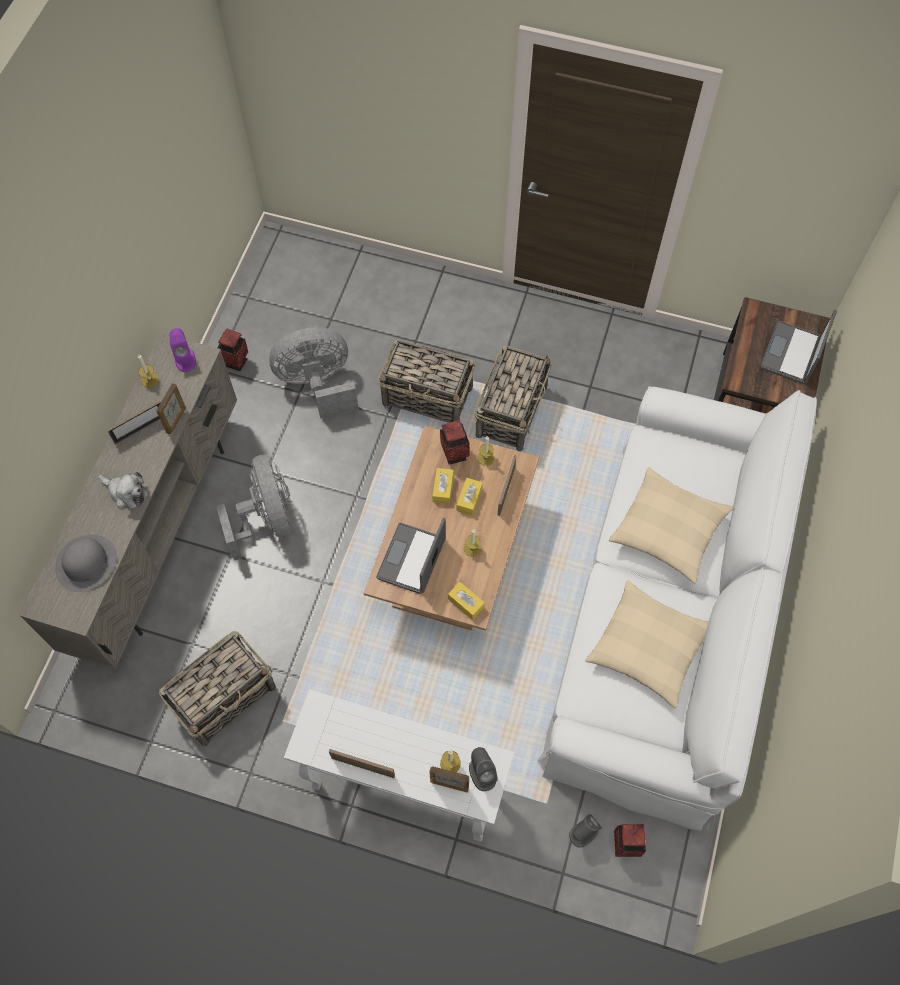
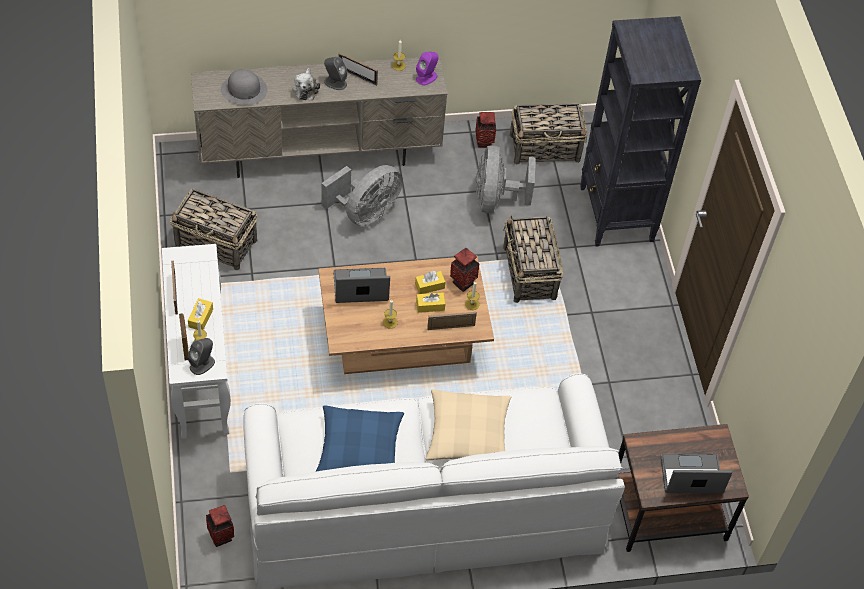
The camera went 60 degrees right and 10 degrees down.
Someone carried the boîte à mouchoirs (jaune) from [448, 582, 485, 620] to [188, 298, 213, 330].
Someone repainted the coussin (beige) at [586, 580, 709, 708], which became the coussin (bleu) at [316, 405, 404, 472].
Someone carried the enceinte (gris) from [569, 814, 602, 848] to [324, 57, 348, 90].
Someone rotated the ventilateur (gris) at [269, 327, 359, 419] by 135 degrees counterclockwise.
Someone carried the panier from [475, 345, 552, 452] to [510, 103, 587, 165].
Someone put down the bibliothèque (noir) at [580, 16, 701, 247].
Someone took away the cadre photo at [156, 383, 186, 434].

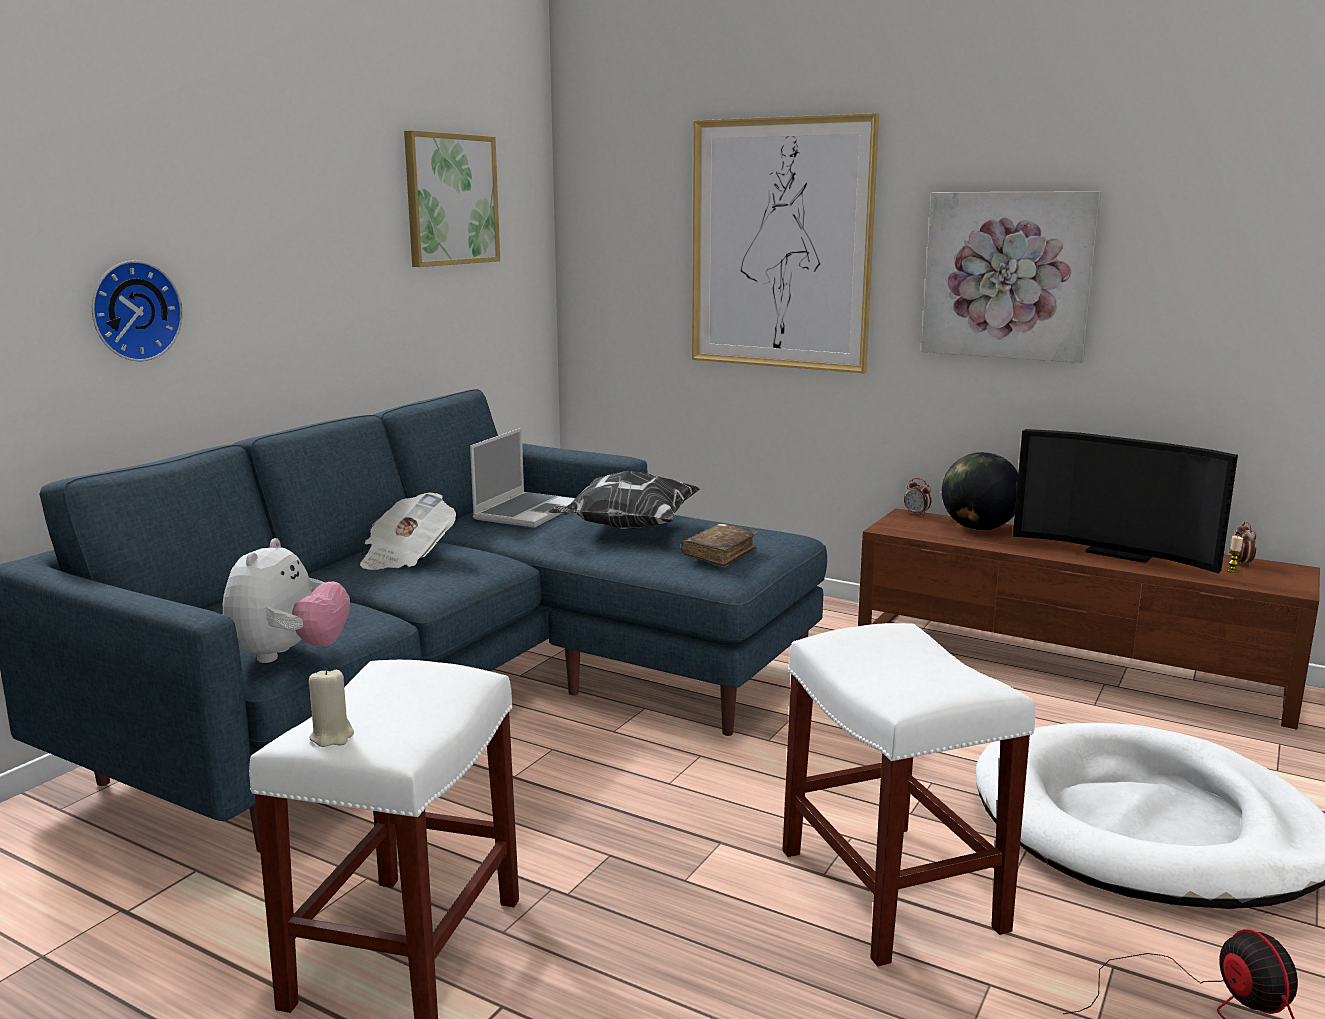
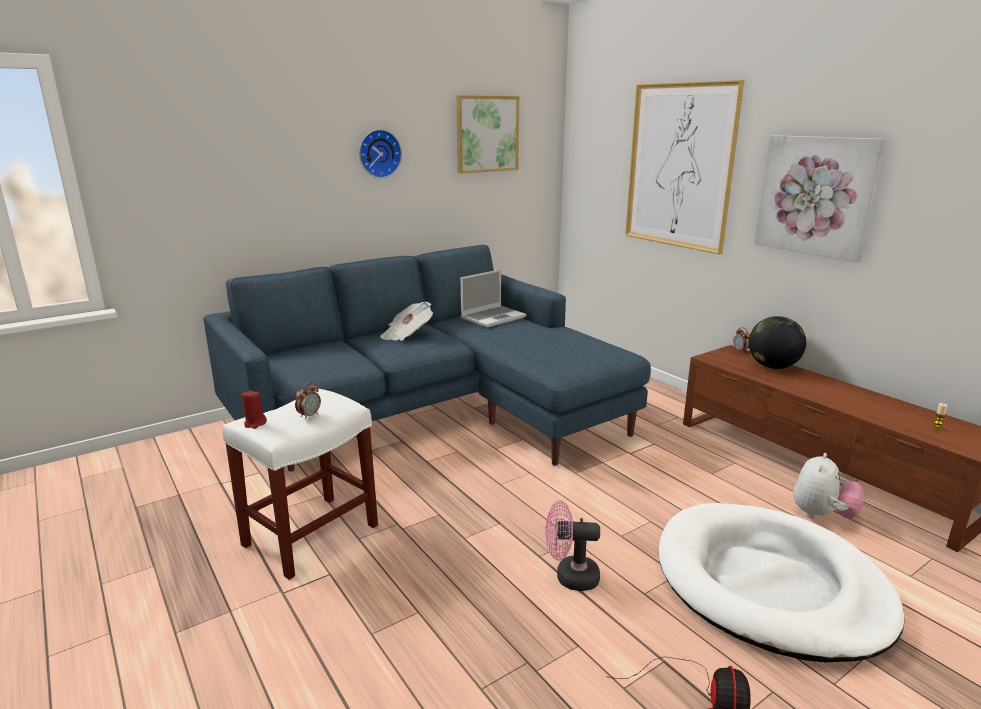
The camera went 25 degrees right and 5 degrees up.
Someone repainted the bougie (beige) at [309, 668, 354, 747], which became the bougie (rouge) at [242, 390, 267, 429].
Someone carried the réveil from [1235, 522, 1256, 567] to [295, 382, 321, 420].
Someone carried the horloge murale from [92, 260, 183, 362] to [359, 129, 402, 178].
Someone swapped the tabouret (blanc) at [783, 623, 1036, 966] for the ventilateur (rose) at [545, 500, 600, 591].
Someone carried the peluche from [223, 538, 350, 663] to [793, 453, 864, 519].
Someone took away the coussin at [548, 471, 700, 529].
Someone took away the livre (marron) at [681, 523, 758, 568].
Someone took away the téléviseur at [1013, 429, 1238, 574].

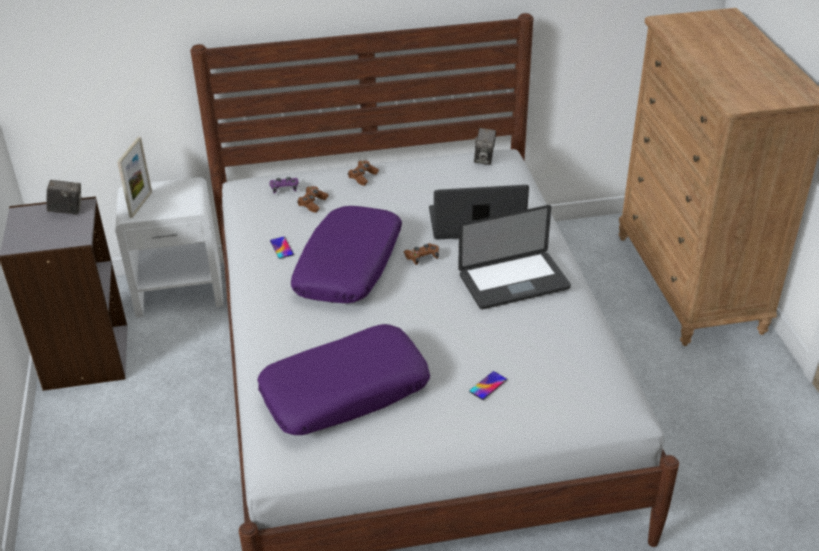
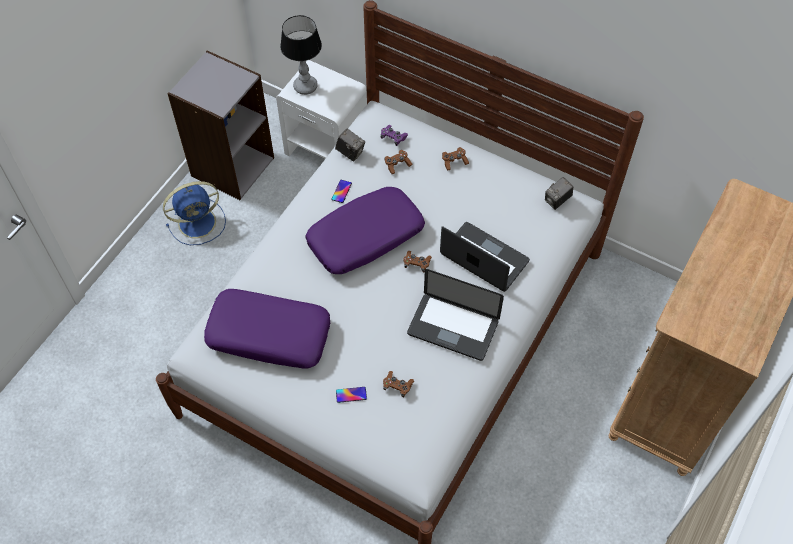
The camera went 40 degrees right and 20 degrees up.
Someone put down the ventilateur (bleu) at [163, 181, 226, 245].
Someone swapped the cadre photo at [117, 136, 152, 218] for the lampe de table at [280, 15, 322, 95].
Someone carried the appareil photo from [46, 179, 82, 214] to [335, 129, 365, 162].
Someone put down the manette (marron) at [383, 371, 414, 397].

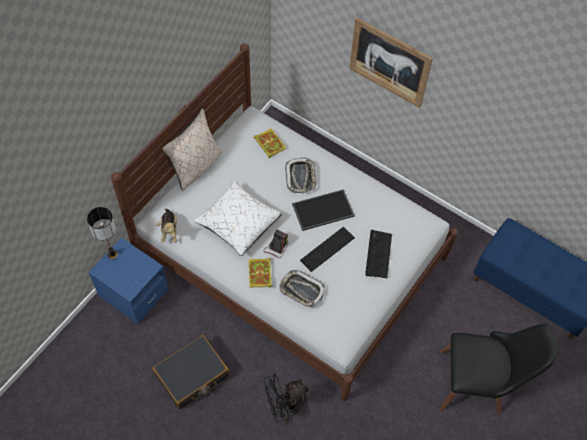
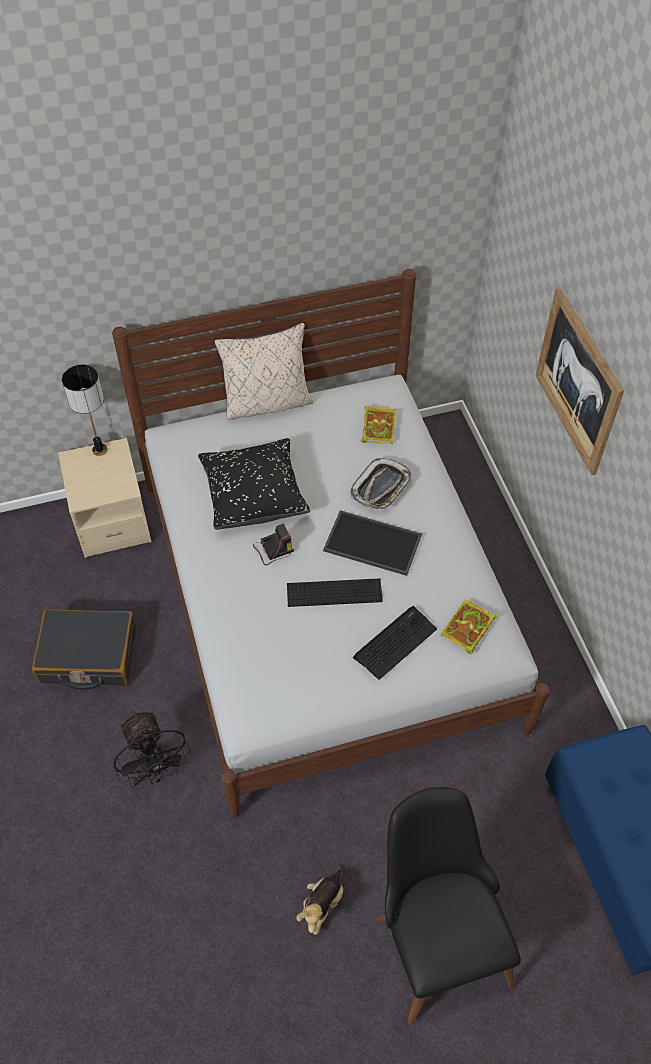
The camera went 40 degrees right and 5 degrees down.
Someone repainted the table de chevet (bleu) at [89, 238, 169, 324], which became the table de chevet (beige) at [58, 438, 151, 558].
Someone rotated the ventilateur (noir) at [263, 374, 309, 424] by 135 degrees counterclockwise.
Someone repainted the coussin (blanc) at [194, 180, 282, 256], which became the coussin (noir) at [198, 438, 310, 530].
Someone carried the peluche from [156, 208, 177, 243] to [296, 865, 343, 935].
Someone rotated the chaise (noir) at [439, 324, 558, 415] by 150 degrees counterclockwise.
Someone carried the livre from [249, 258, 273, 288] to [441, 599, 497, 654].
Someone took away the plateau at [280, 270, 325, 307].

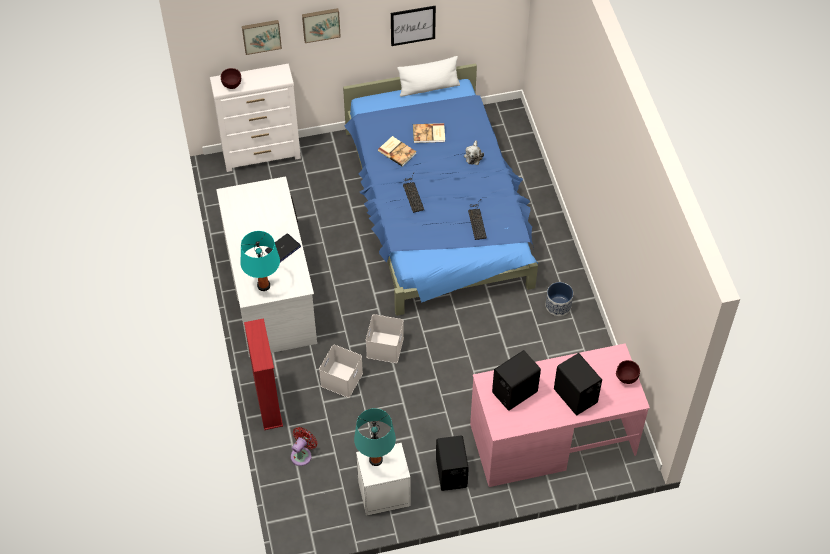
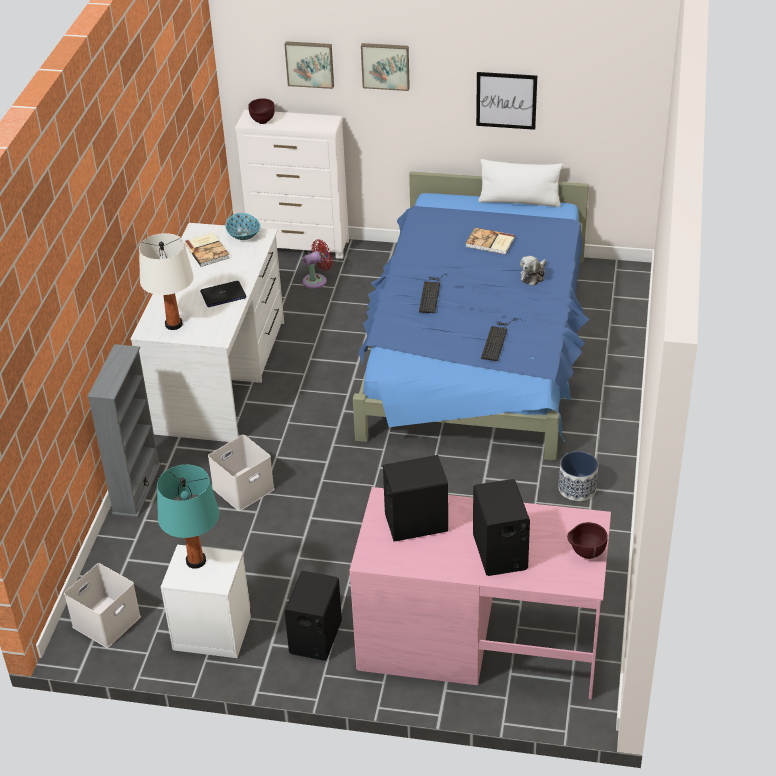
The camera went 25 degrees right and 15 degrees down.
Someone carried the boîte de rangement (blanc) from [366, 314, 404, 363] to [64, 563, 141, 648].
Someone repainted the bibliothèque (rouge) at [244, 318, 283, 430], which became the bibliothèque (gris) at [87, 344, 161, 518].
Someone repainted the lampe de table (turquoise) at [241, 231, 280, 291], which became the lampe de table (blanc) at [139, 233, 194, 330].
Someone carried the livre from [378, 136, 417, 167] to [184, 233, 230, 267].
Someone put down the bol at [226, 213, 261, 240].
Someone carried the ventilateur (rouge) from [291, 427, 318, 466] to [303, 239, 333, 289].

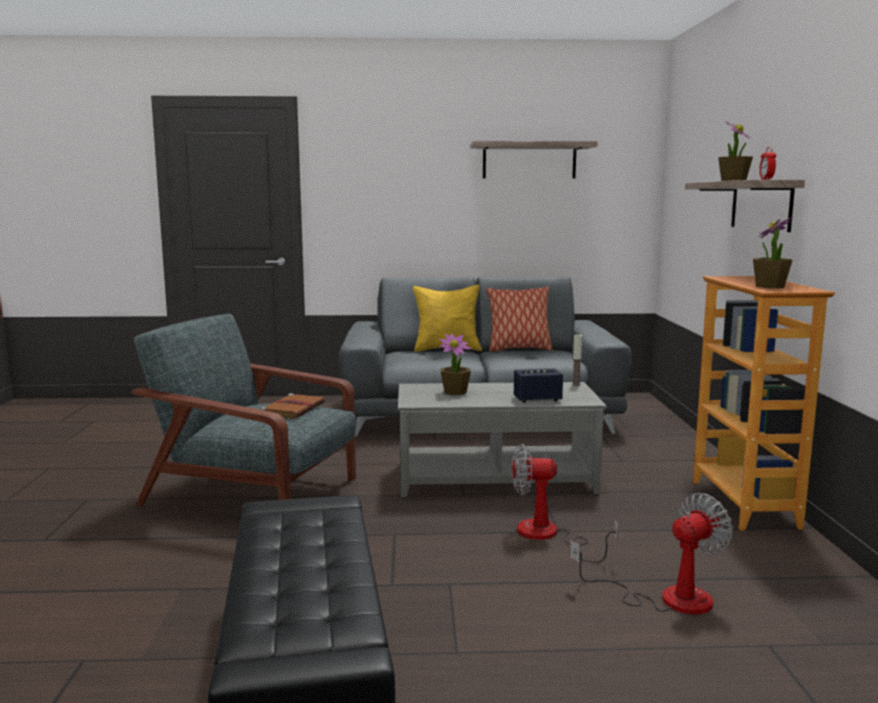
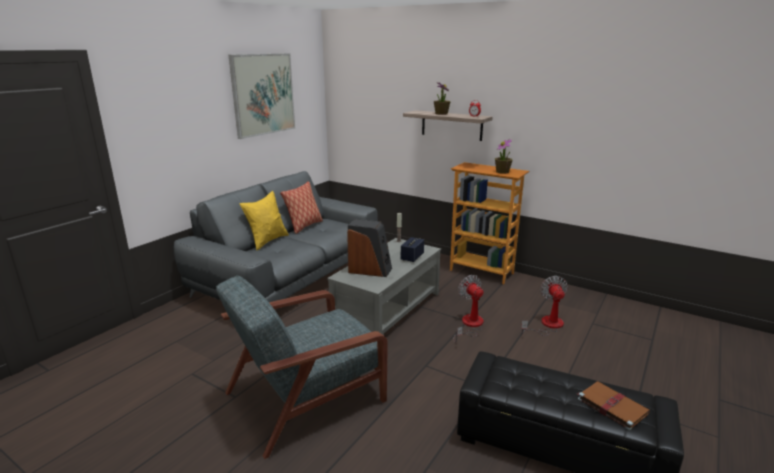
The camera went 55 degrees left and 10 degrees up.
Someone swapped the étagère at [470, 141, 597, 179] for the tableau at [228, 53, 295, 139].
Someone swapped the plante en pot at [439, 334, 471, 395] for the enceinte at [347, 219, 392, 277].
Someone rotated the ventilateur at [512, 444, 618, 563] by 120 degrees clockwise.
Someone carried the livre (marron) from [260, 394, 325, 419] to [578, 381, 650, 431].

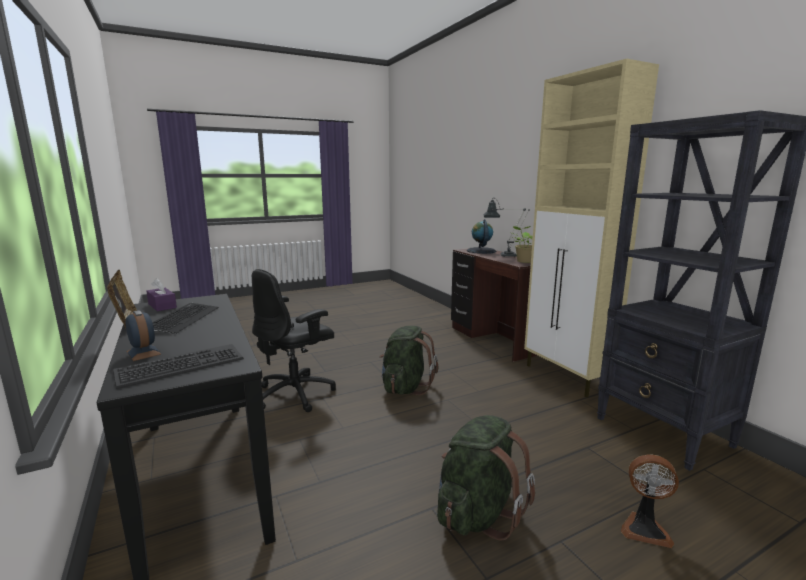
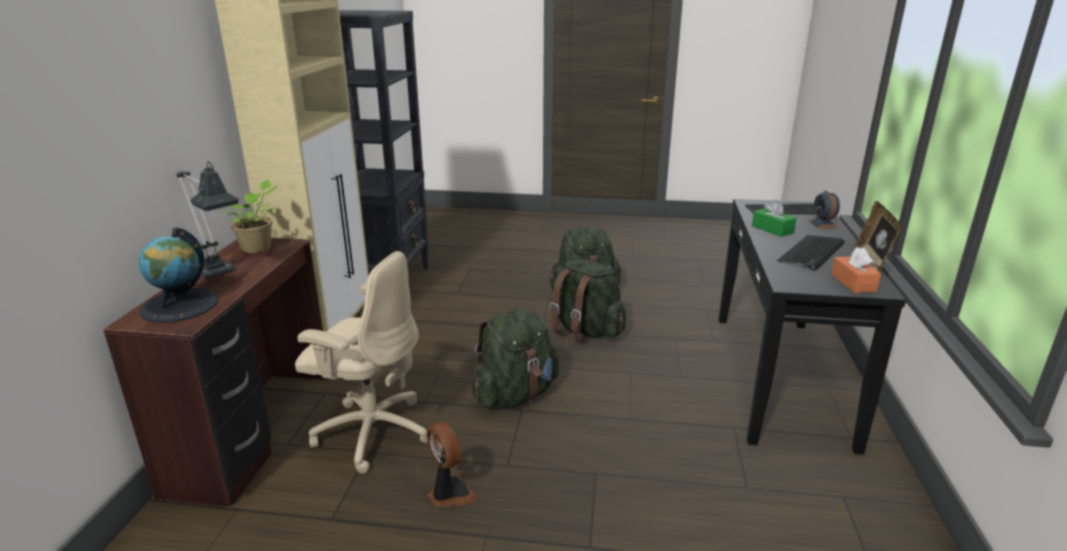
The camera went 145 degrees left and 10 degrees up.
Someone put down the chaise de bureau (beige) at [295, 251, 428, 474].
Someone carried the ventilateur from [621, 454, 679, 548] to [427, 422, 477, 507].
Someone put down the sac à dos (vert) at [550, 259, 626, 343].
Someone put down the boîte à mouchoirs (vert) at [752, 200, 797, 237].
Someone repainted the boîte à mouchoirs (violet) at [146, 278, 177, 311], which became the boîte à mouchoirs (orange) at [831, 247, 881, 293].
Someone took away the chaise de bureau (noir) at [252, 269, 336, 412].

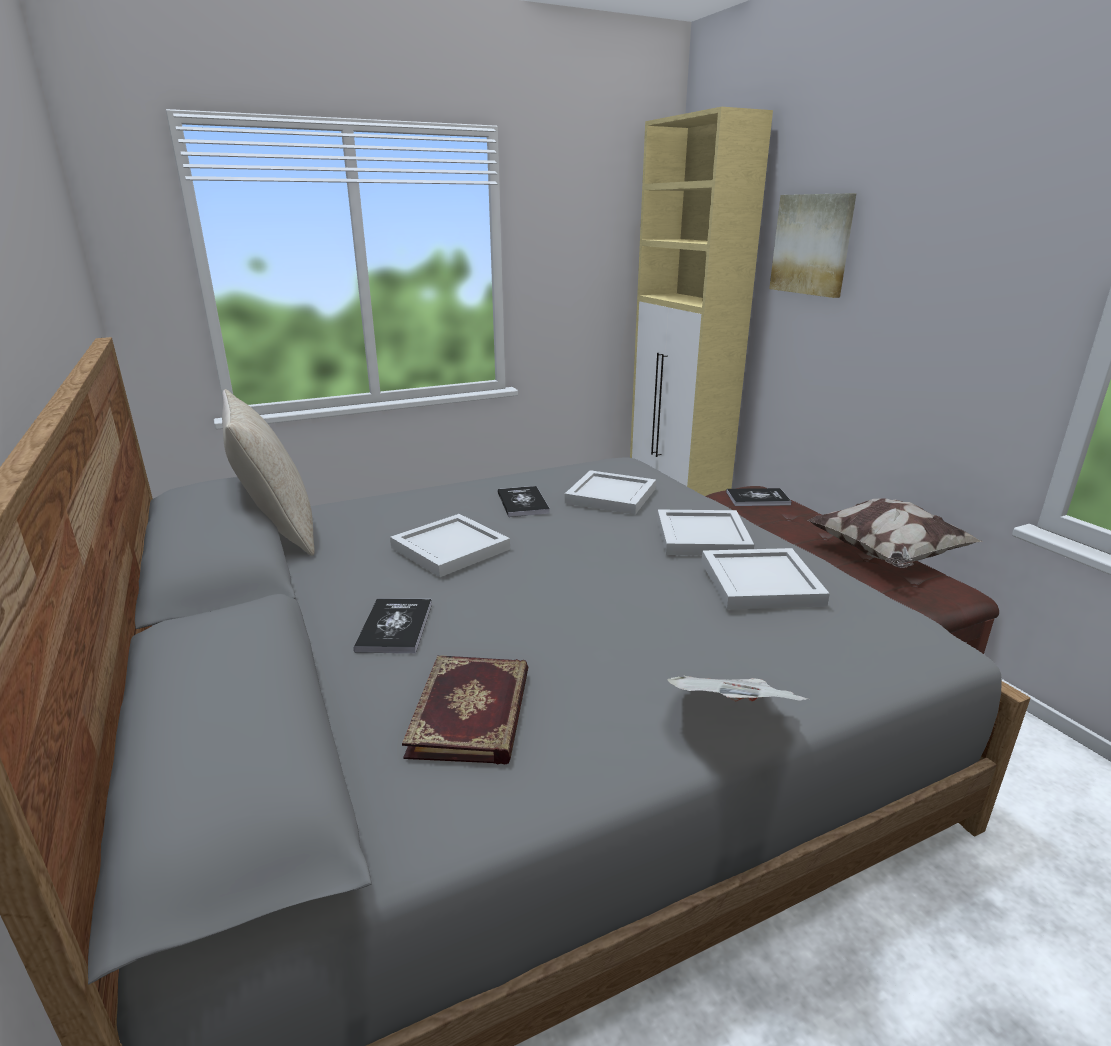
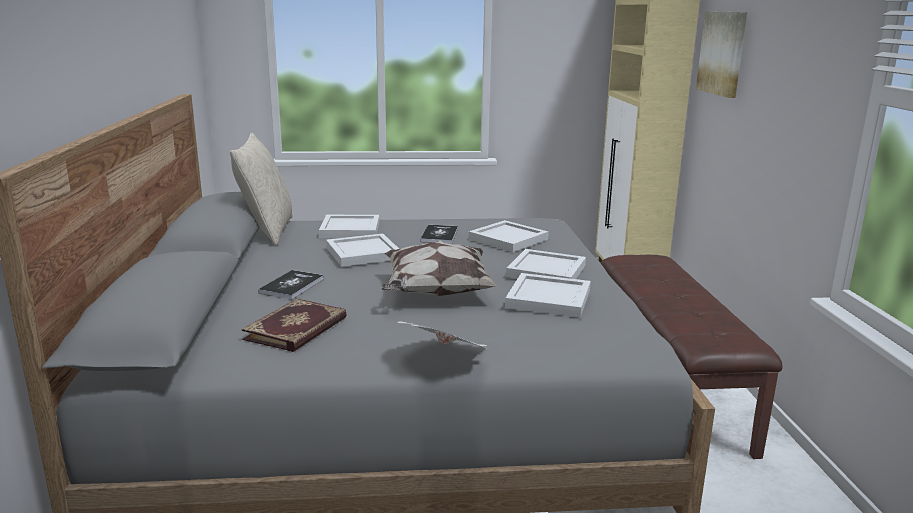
The camera went 20 degrees right and 5 degrees down.
Someone put down the plateau (blanc) at [319, 215, 379, 238].
Someone carried the coussin from [808, 498, 983, 568] to [381, 240, 498, 296].
Someone took away the livre at [726, 488, 792, 506].

